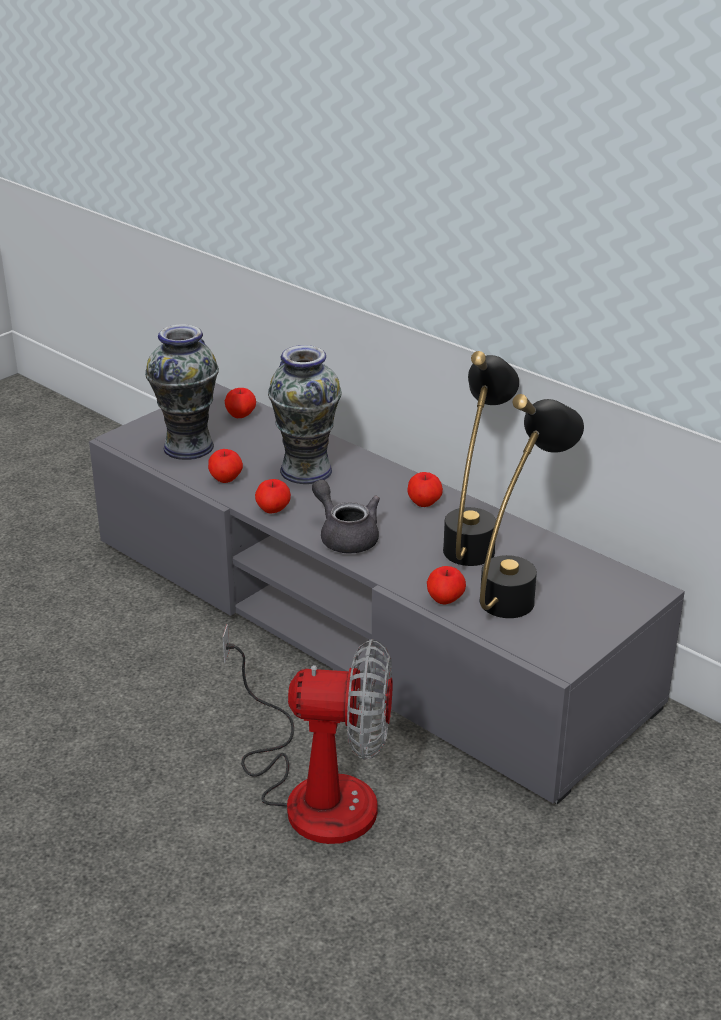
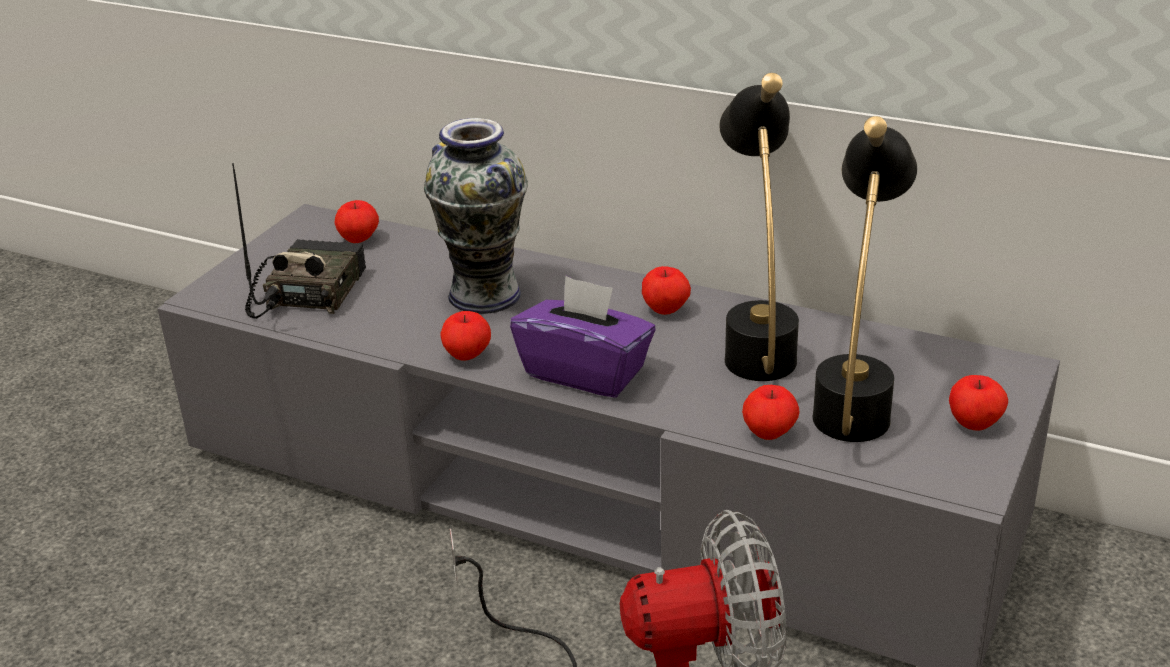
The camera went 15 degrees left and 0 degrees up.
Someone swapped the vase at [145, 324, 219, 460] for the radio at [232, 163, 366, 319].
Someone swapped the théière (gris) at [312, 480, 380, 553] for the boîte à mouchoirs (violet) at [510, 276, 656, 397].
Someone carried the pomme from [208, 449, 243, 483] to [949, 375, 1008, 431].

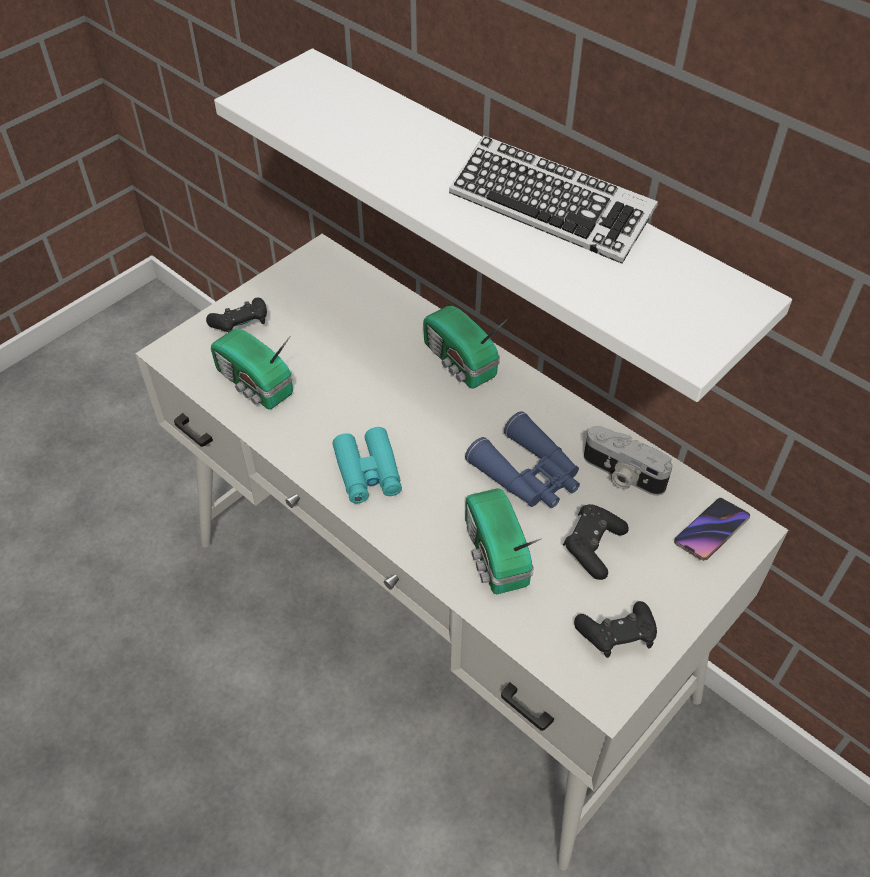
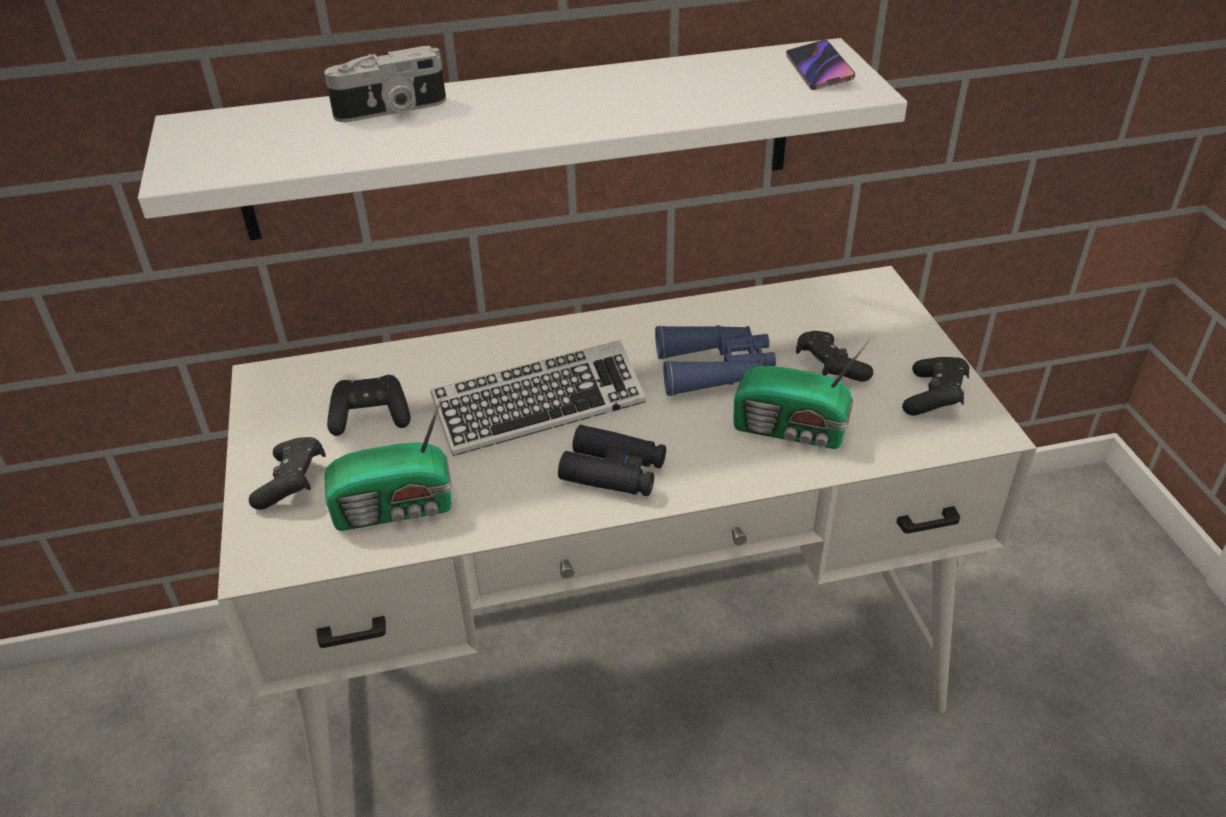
The camera went 55 degrees left and 10 degrees down.
Someone carried the appareil photo from [584, 426, 673, 496] to [324, 46, 446, 122].
Someone put down the manette (noir) at [327, 375, 411, 436].
Someone carried the clavier from [449, 135, 658, 264] to [431, 340, 646, 456].
Someone repainted the jumelles (turquoise) at [332, 427, 402, 504], which became the jumelles (noir) at [558, 425, 666, 496].
Someone carried the téléphone from [674, 498, 750, 561] to [786, 40, 855, 90].
Someone took away the radio at [423, 306, 507, 388].

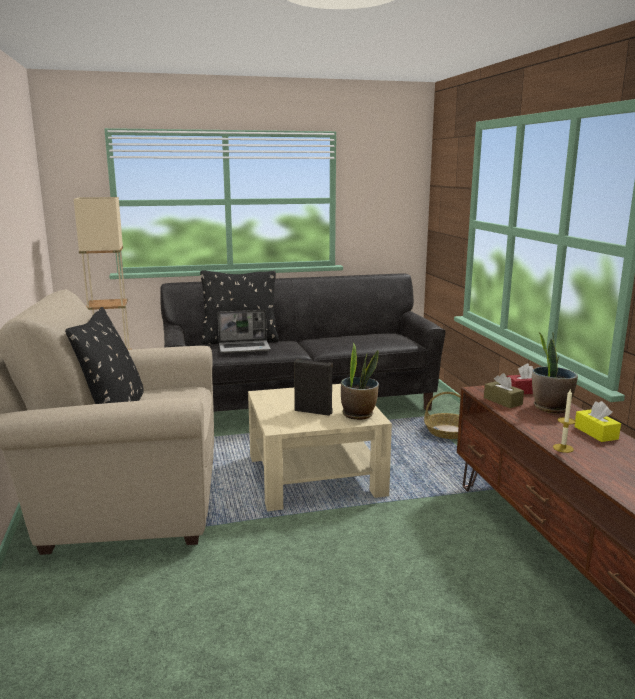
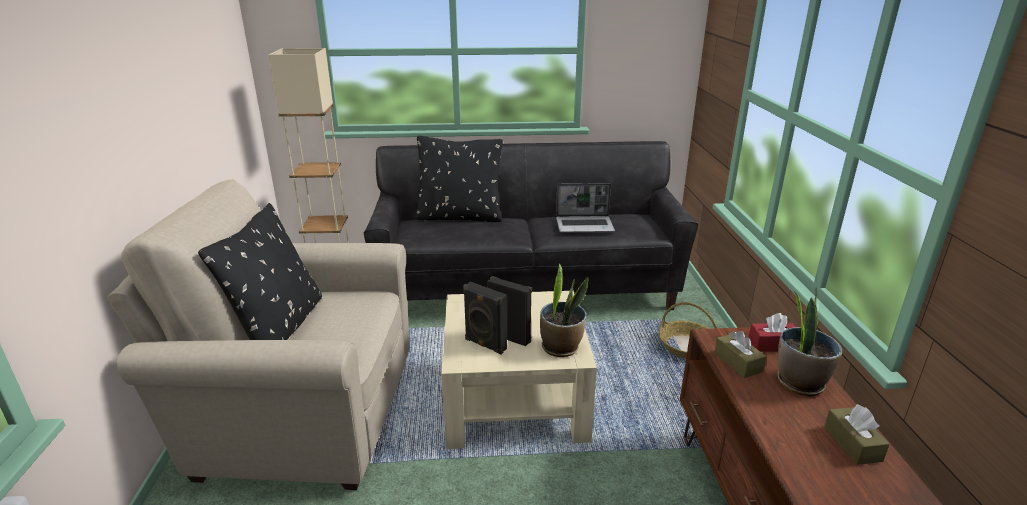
The camera went 10 degrees right and 10 degrees up.
Someone put down the enceinte (noir) at [463, 282, 507, 354].
Someone carried the ordinateur portable from [218, 310, 271, 353] to [556, 183, 615, 232].
Someone repainted the boîte à mouchoirs (jaune) at [574, 401, 621, 442], which became the boîte à mouchoirs (marron) at [824, 404, 890, 465].
Someone took away the bougie at [553, 388, 576, 453].

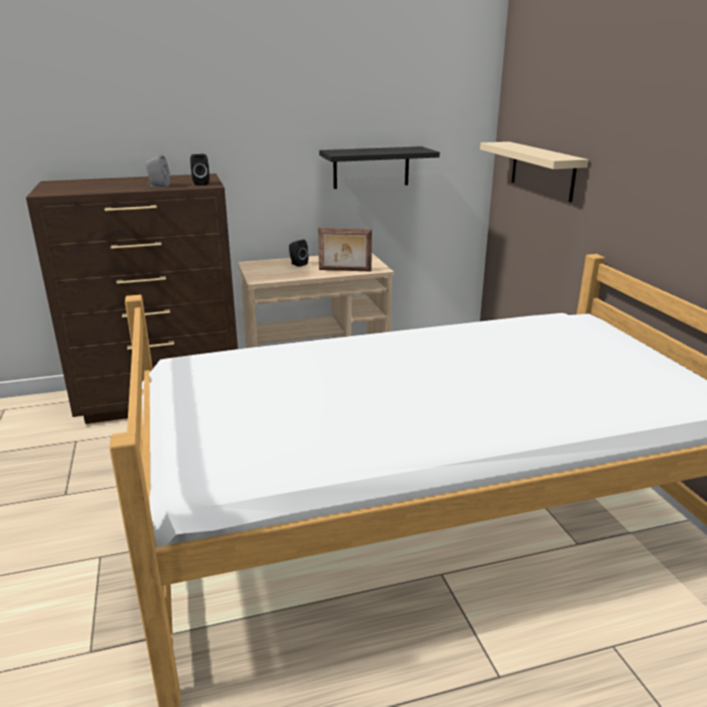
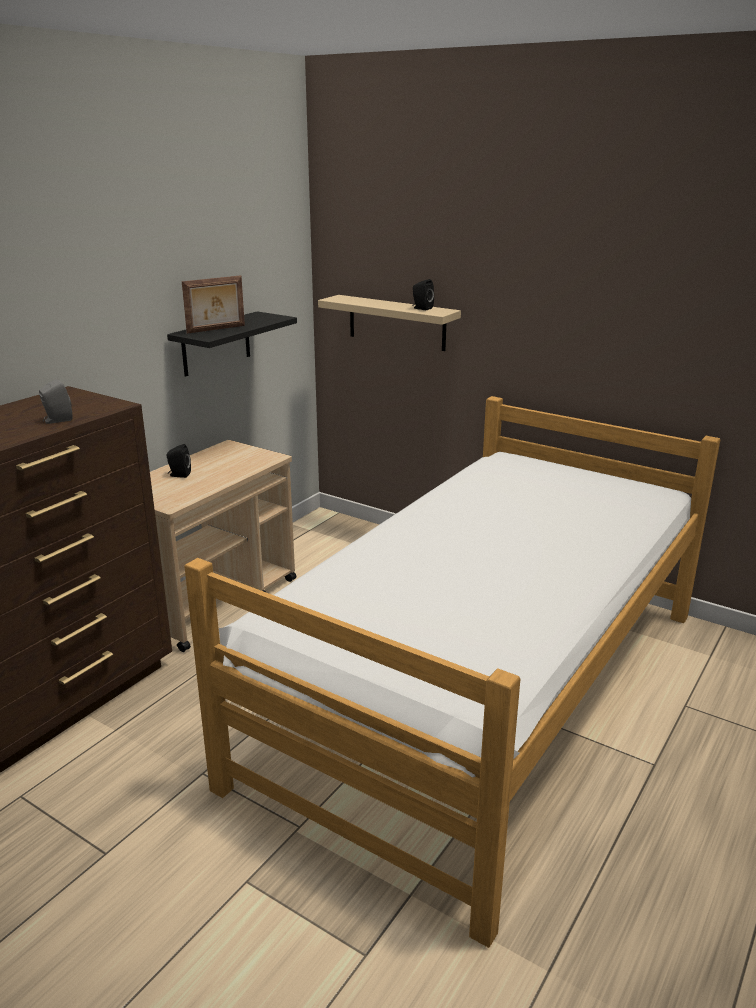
The camera went 40 degrees left and 0 degrees up.
Someone carried the cadre photo from [318, 228, 372, 272] to [182, 275, 245, 334].
Someone carried the enceinte (noir) from [190, 154, 210, 186] to [412, 279, 434, 310].

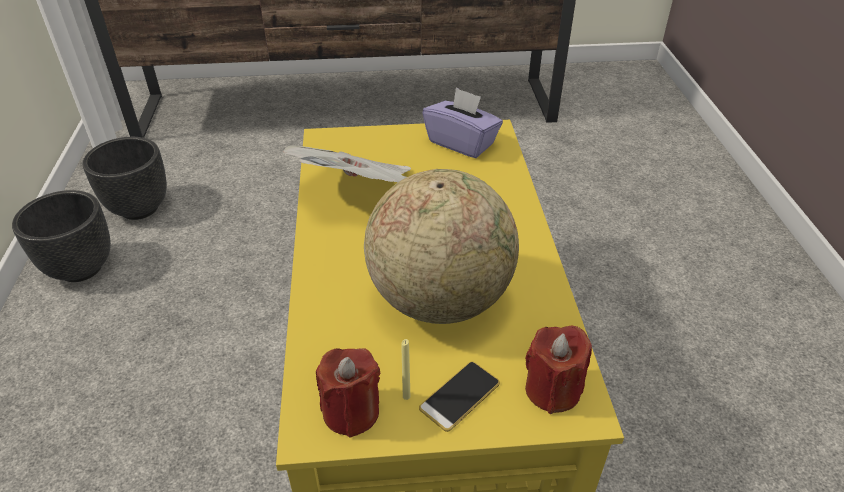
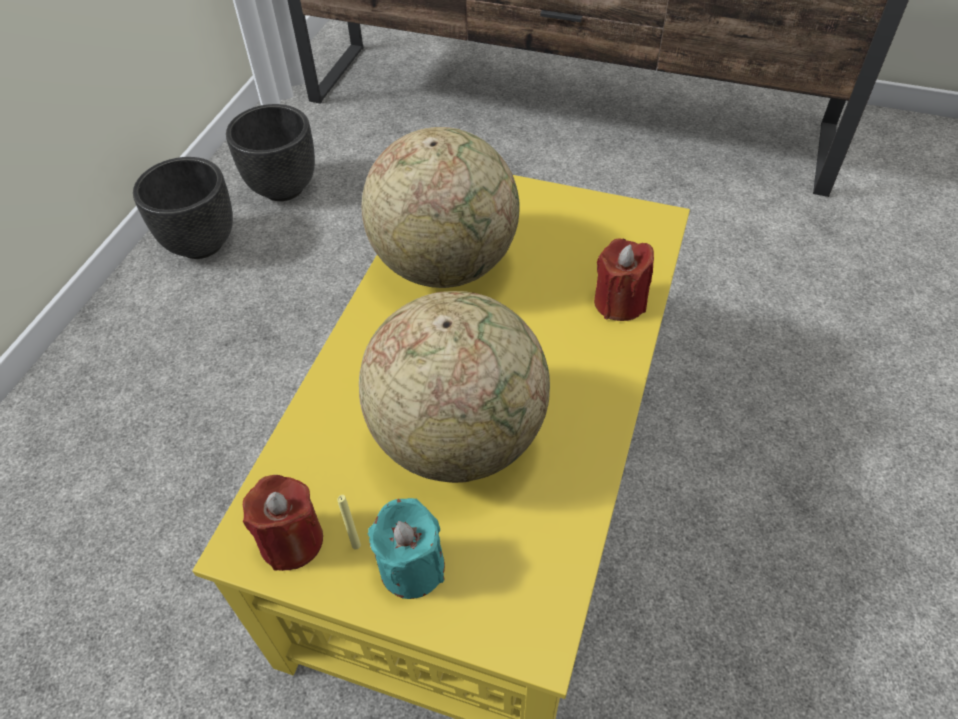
The camera went 25 degrees right and 10 degrees up.
Someone swapped the journal at [284, 145, 411, 182] for the globe at [361, 127, 519, 288].
Someone swapped the téléphone at [419, 362, 500, 432] for the bougie (turquoise) at [368, 498, 445, 599].
Someone carried the bougie (rouge) from [525, 326, 592, 414] to [594, 239, 654, 321].
Someone took away the boîte à mouchoirs (violet) at [422, 87, 503, 158].

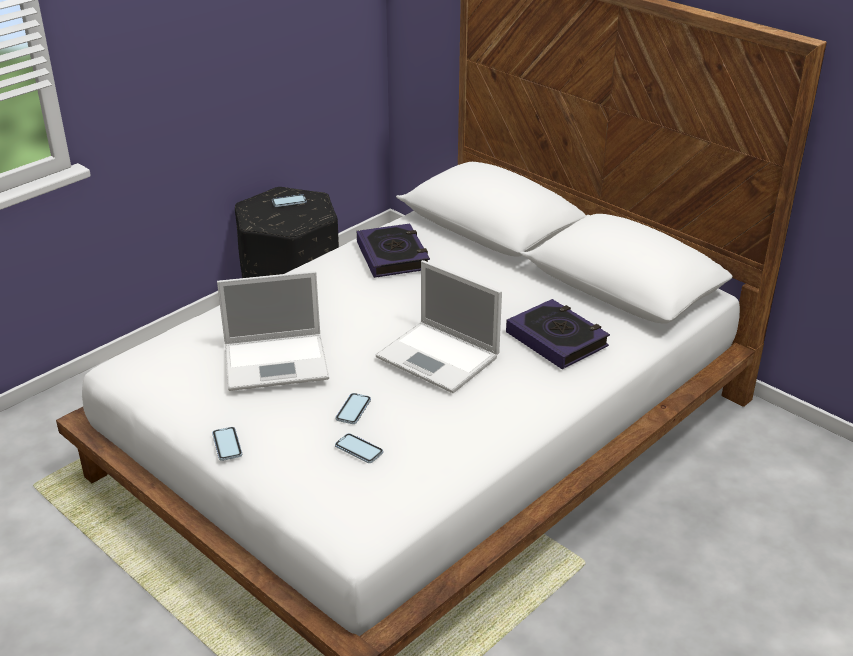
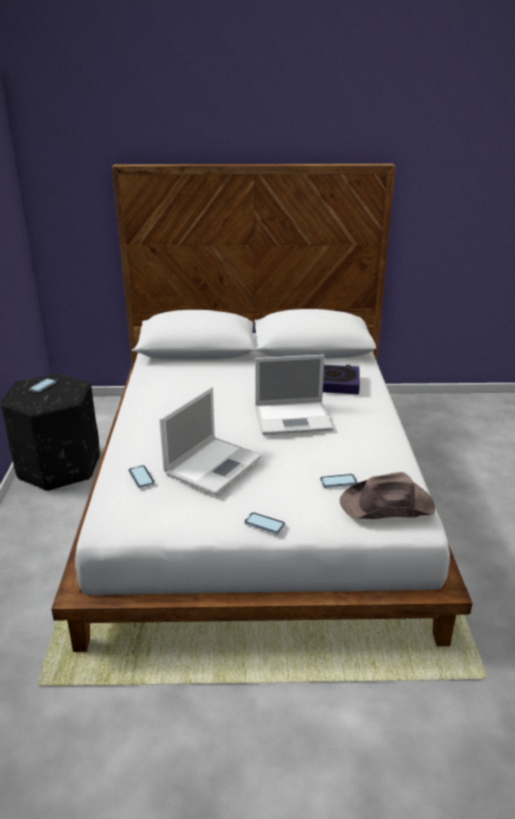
The camera went 45 degrees left and 5 degrees down.
Someone carried the téléphone from [336, 393, 371, 424] to [129, 465, 155, 488].
Someone put down the chapeau (marron) at [340, 472, 435, 519].
Someone took away the livre at [357, 223, 430, 278].

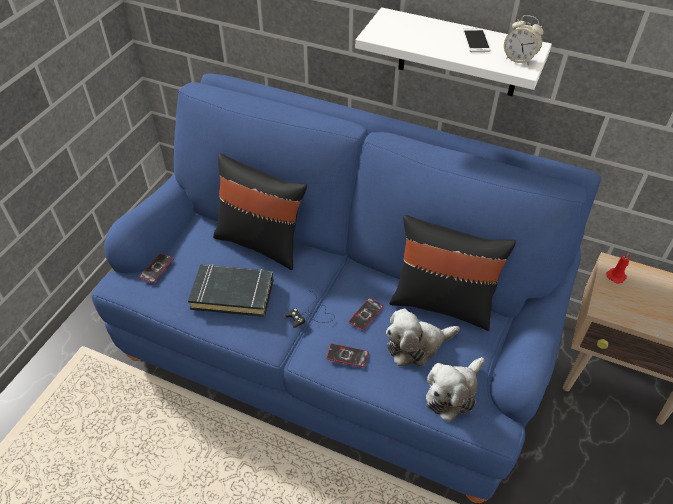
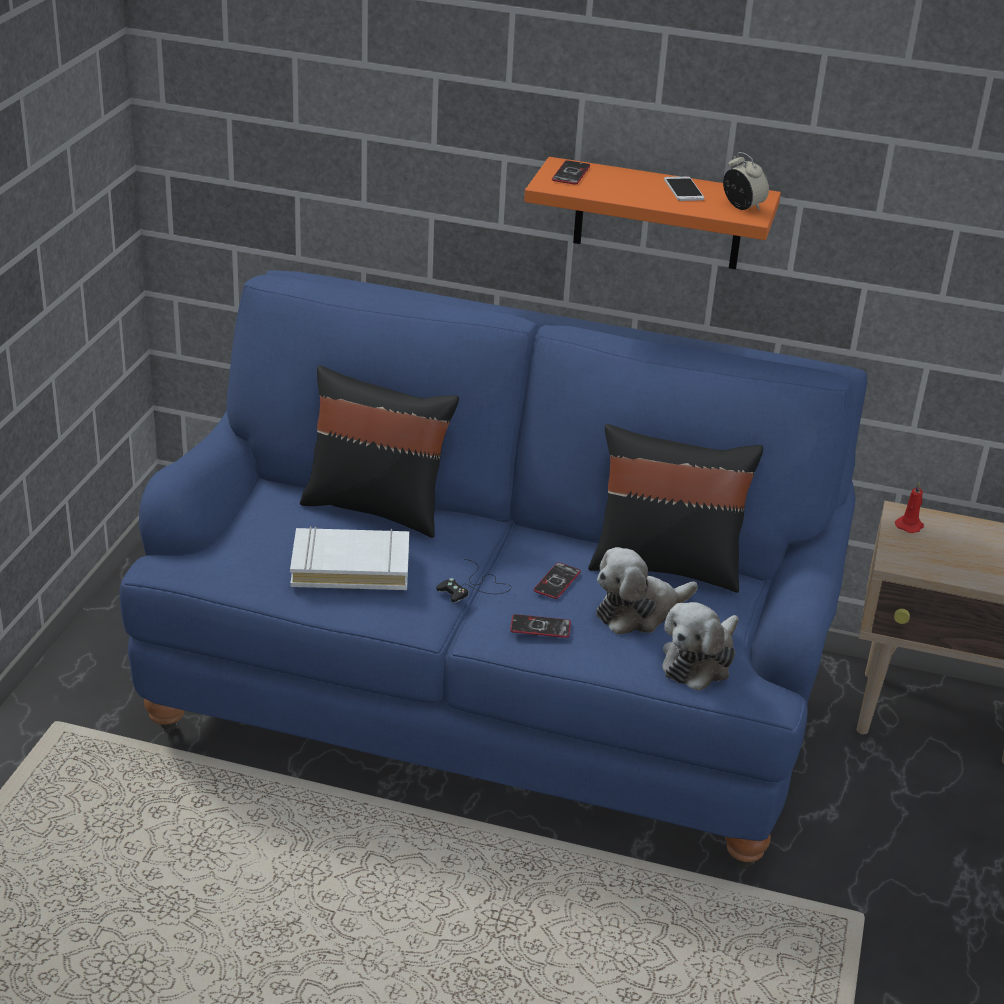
The camera went 10 degrees left and 15 degrees down.
Someone repainted the livre (noir) at [188, 264, 274, 317], which became the livre (blanc) at [290, 526, 409, 590].
Someone repainted the étagère (blanc) at [355, 7, 552, 96], which became the étagère (orange) at [524, 157, 781, 269].
Someone carried the téléphone from [140, 253, 173, 283] to [552, 160, 590, 185].
Someone rotated the réveil at [504, 15, 544, 66] by 150 degrees counterclockwise.

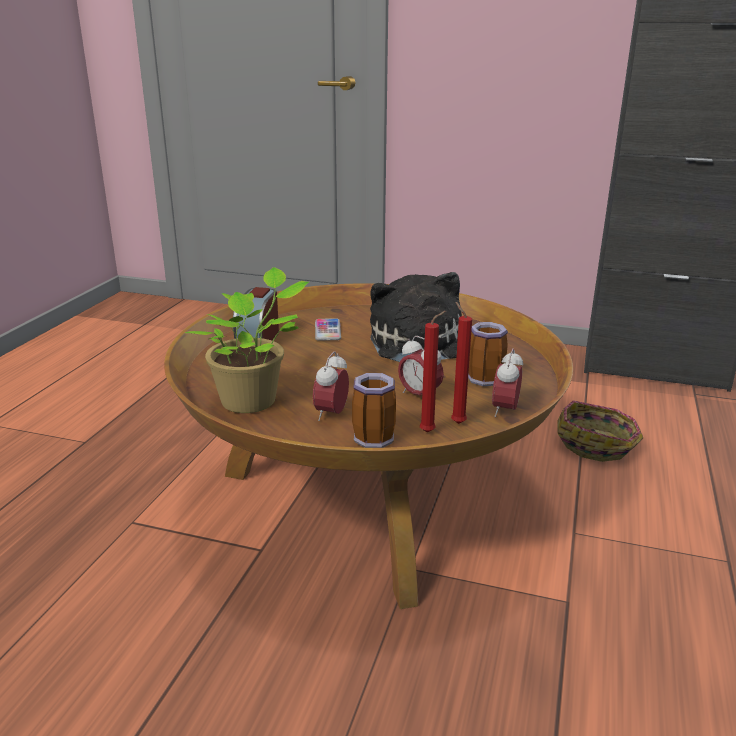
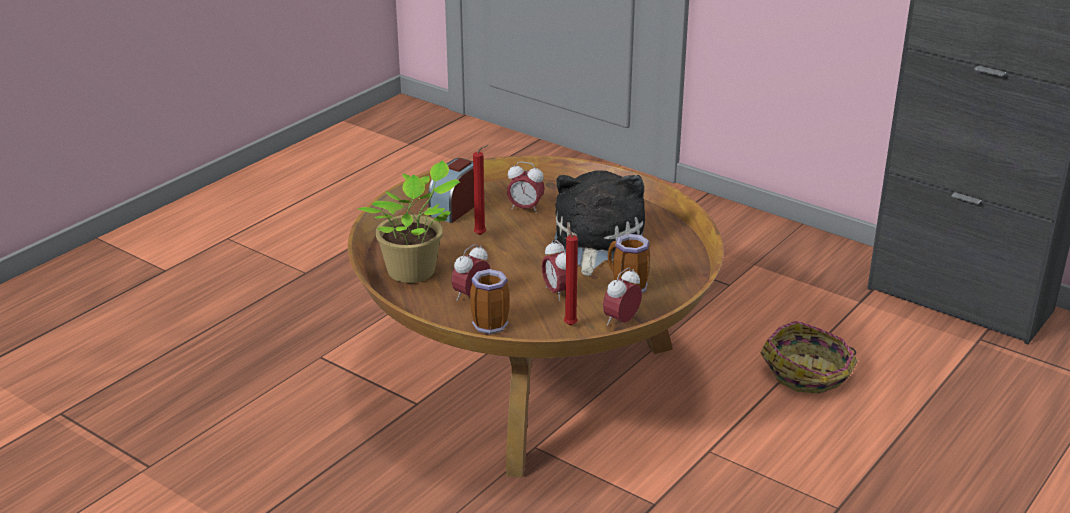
The camera went 20 degrees right and 5 degrees up.
Someone carried the bougie (rouge) from [420, 311, 446, 433] to [473, 145, 489, 235].
Someone swapped the téléphone at [315, 318, 341, 341] for the réveil at [507, 161, 545, 213].

